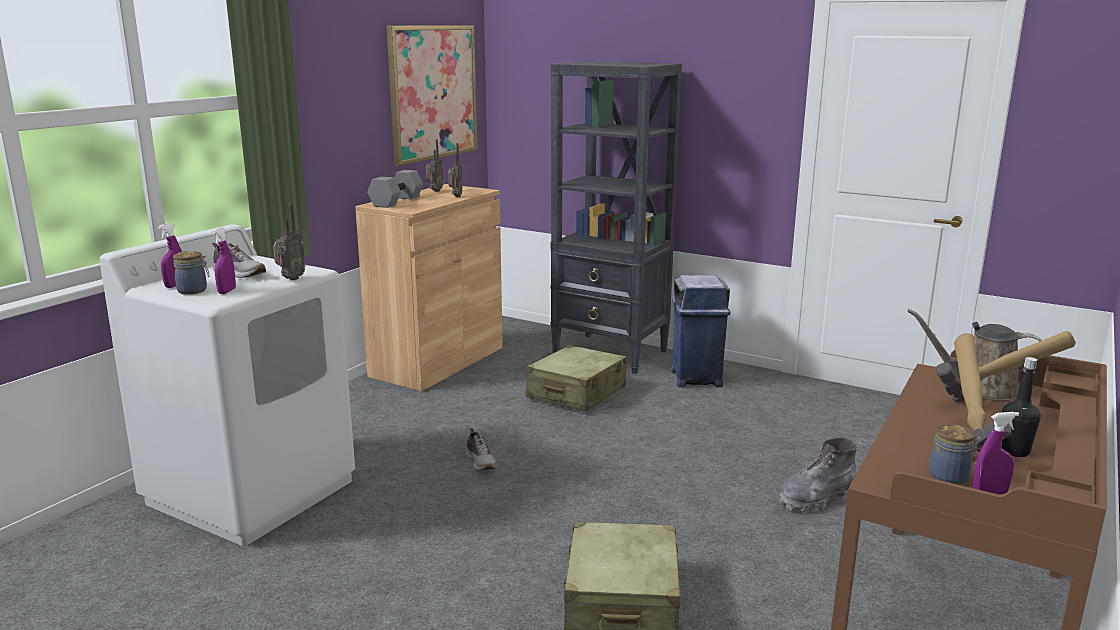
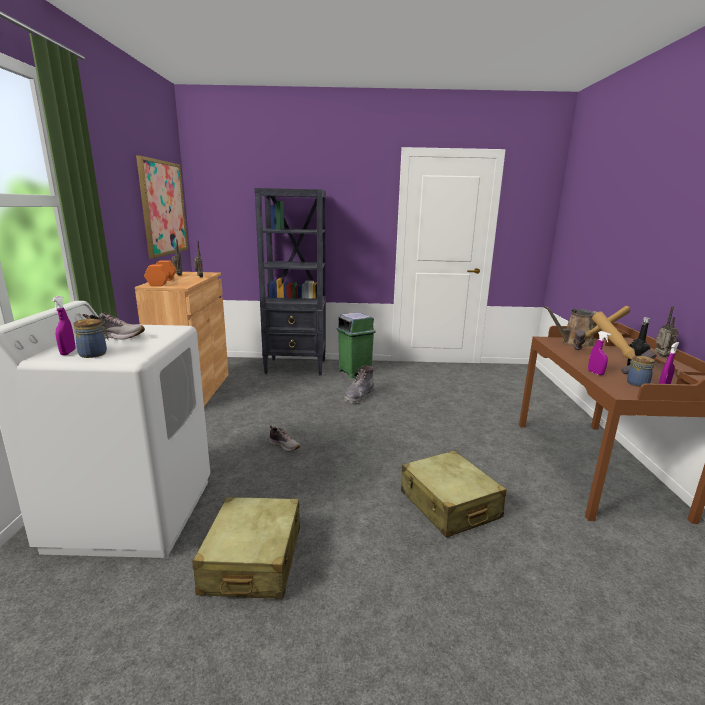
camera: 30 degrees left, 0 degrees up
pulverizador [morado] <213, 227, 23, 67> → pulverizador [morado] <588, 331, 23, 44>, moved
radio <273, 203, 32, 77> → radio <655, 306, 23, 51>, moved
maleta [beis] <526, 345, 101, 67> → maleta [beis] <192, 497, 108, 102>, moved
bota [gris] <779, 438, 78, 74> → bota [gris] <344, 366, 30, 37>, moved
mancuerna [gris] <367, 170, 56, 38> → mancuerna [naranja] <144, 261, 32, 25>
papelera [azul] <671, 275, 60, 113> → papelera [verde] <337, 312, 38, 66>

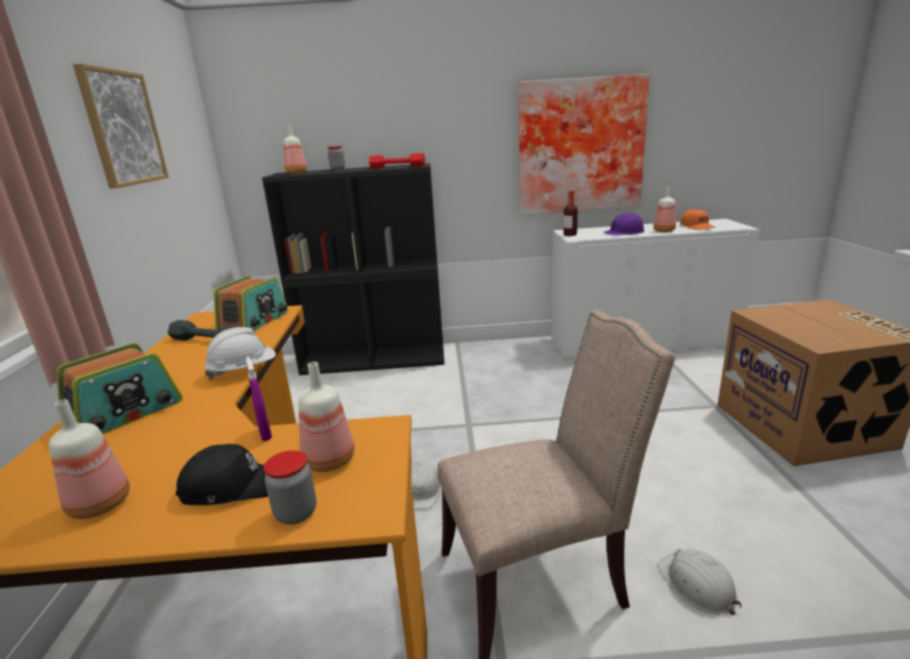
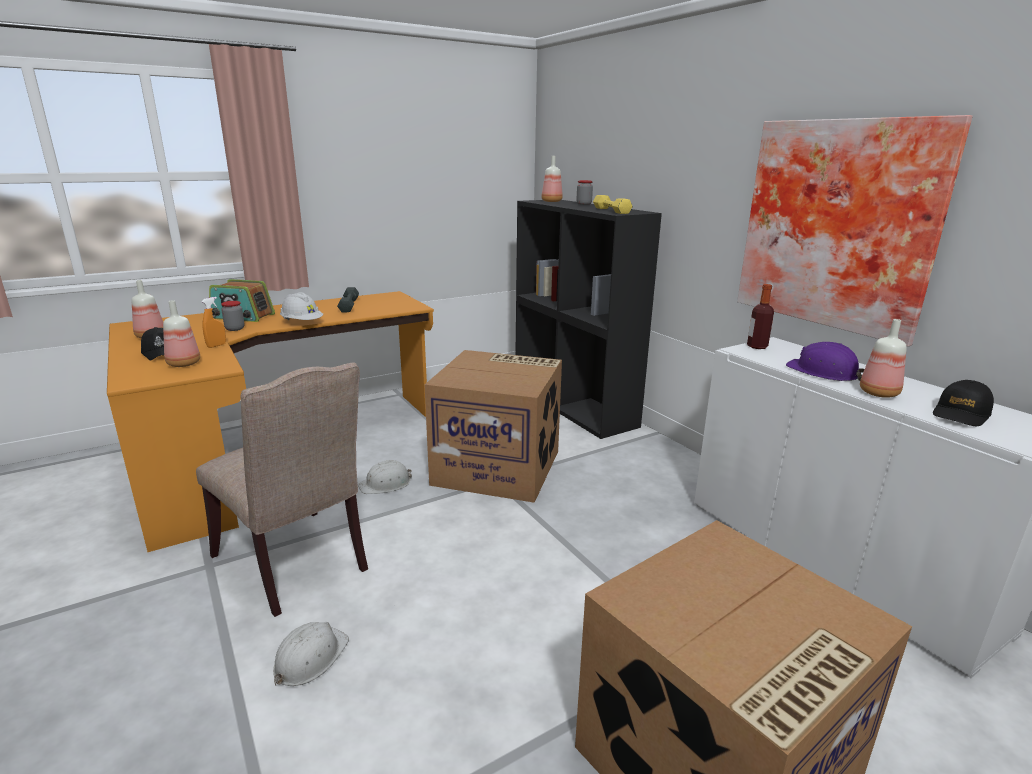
camera: 60 degrees right, 0 degrees up
cuadro <73, 64, 96, 125> → -
radio <213, 276, 75, 55> → -
- → caja de cartón <425, 350, 137, 153>
tarro <264, 451, 52, 73> → tarro <221, 301, 24, 30>, moved
pulverizador [morado] <246, 357, 26, 84> → pulverizador [naranja] <202, 297, 24, 51>
mancuerna [rojo] <369, 153, 56, 15> → mancuerna [amarillo] <593, 195, 40, 19>
gorra [naranja] <680, 209, 35, 21> → gorra [negro] <933, 380, 61, 46>

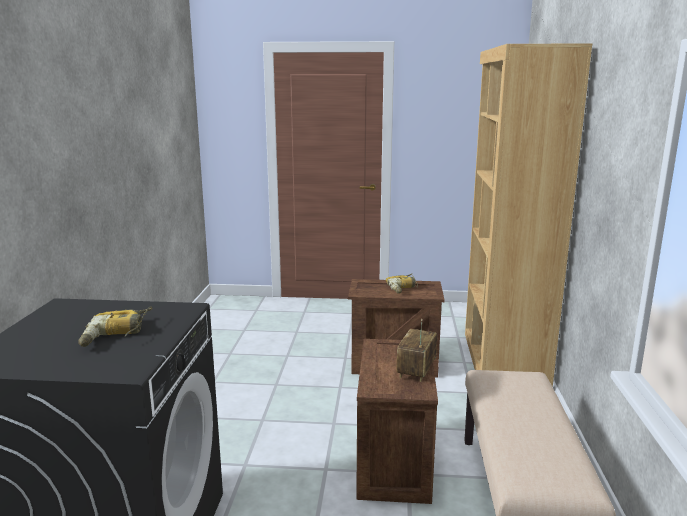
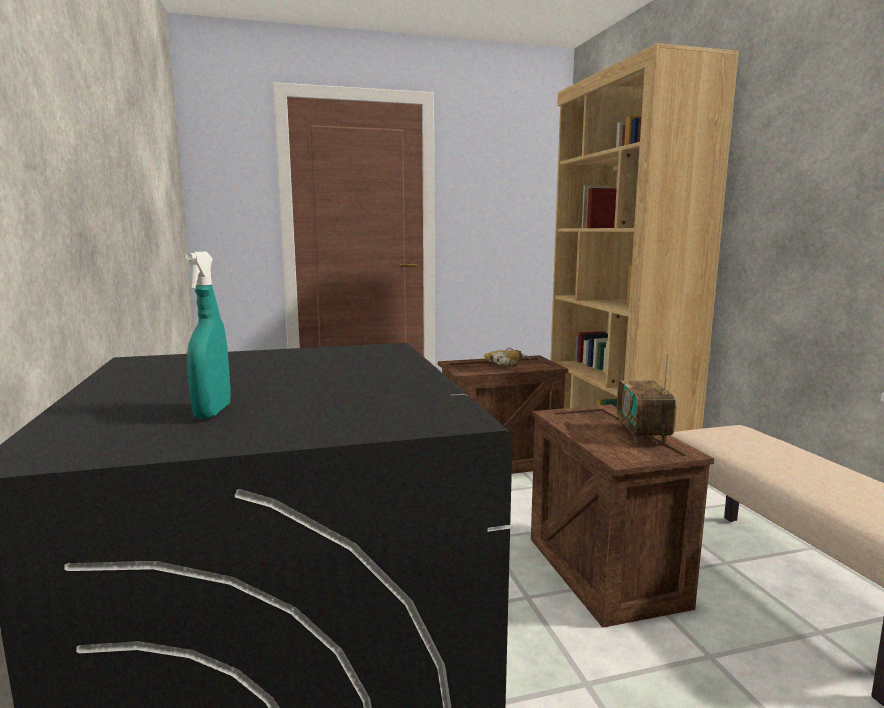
camera: 20 degrees left, 5 degrees down
taladro <78, 307, 75, 40> → -
- → pulverizador [turquesa] <185, 252, 45, 166>

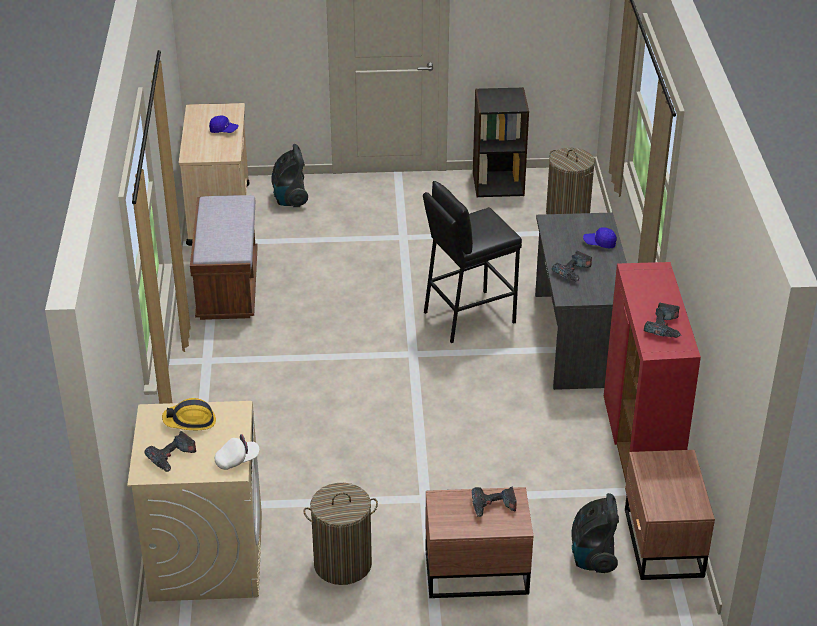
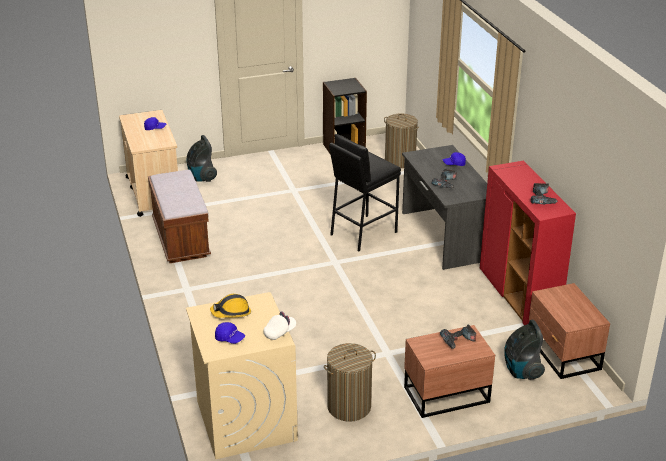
camera: 15 degrees left, 5 degrees down
taladro <144, 431, 52, 41> → gorra [azul] <215, 322, 30, 22>

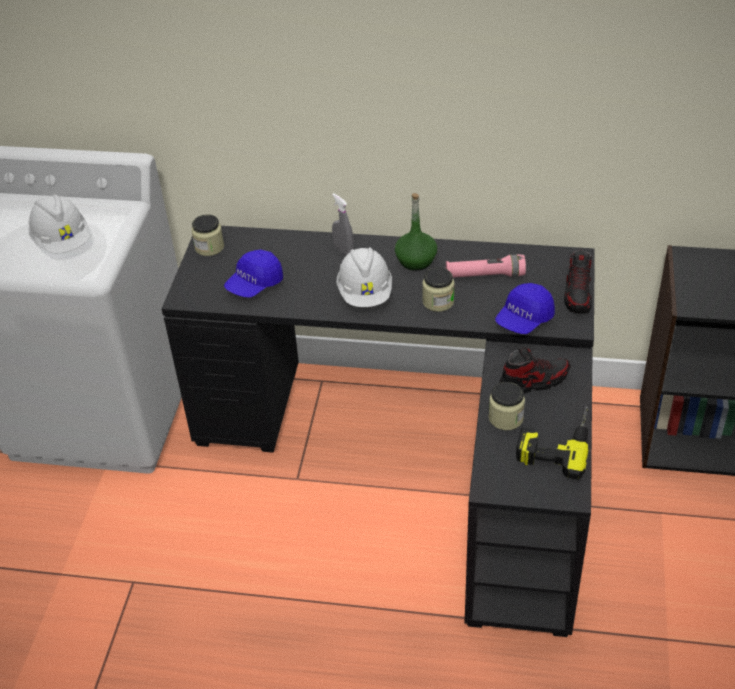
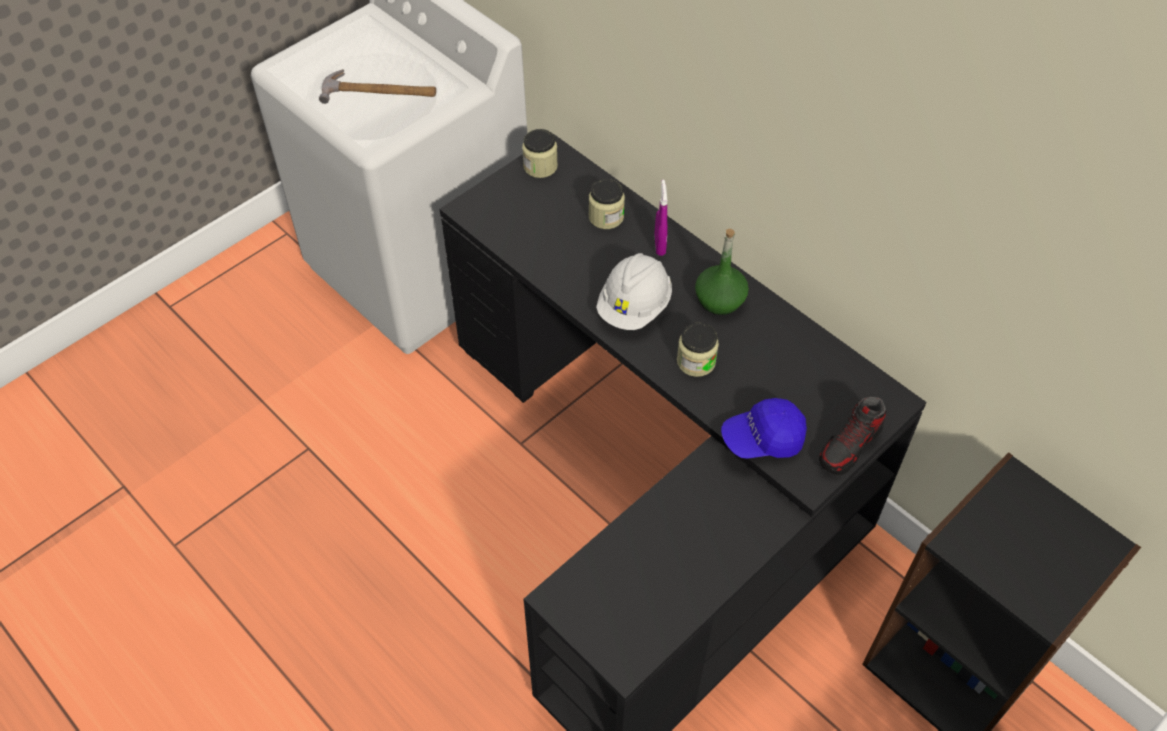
camera: 35 degrees right, 10 degrees up
gorra [azul] <224, 250, 59, 48> → -
linterna [rosa] <446, 254, 80, 24> → -
zapato <499, 347, 72, 47> → -
taladro <516, 406, 72, 73> → -
tarro <489, 382, 36, 48> → tarro <589, 179, 36, 50>, moved
casco [blanco] <29, 194, 61, 59> → martillo <319, 69, 117, 35>
pulverizador [gris] <332, 193, 22, 63> → pulverizador [morado] <655, 180, 13, 76>

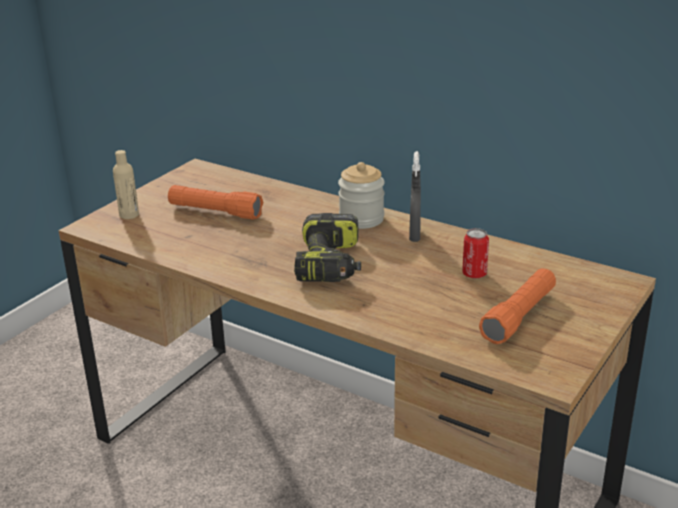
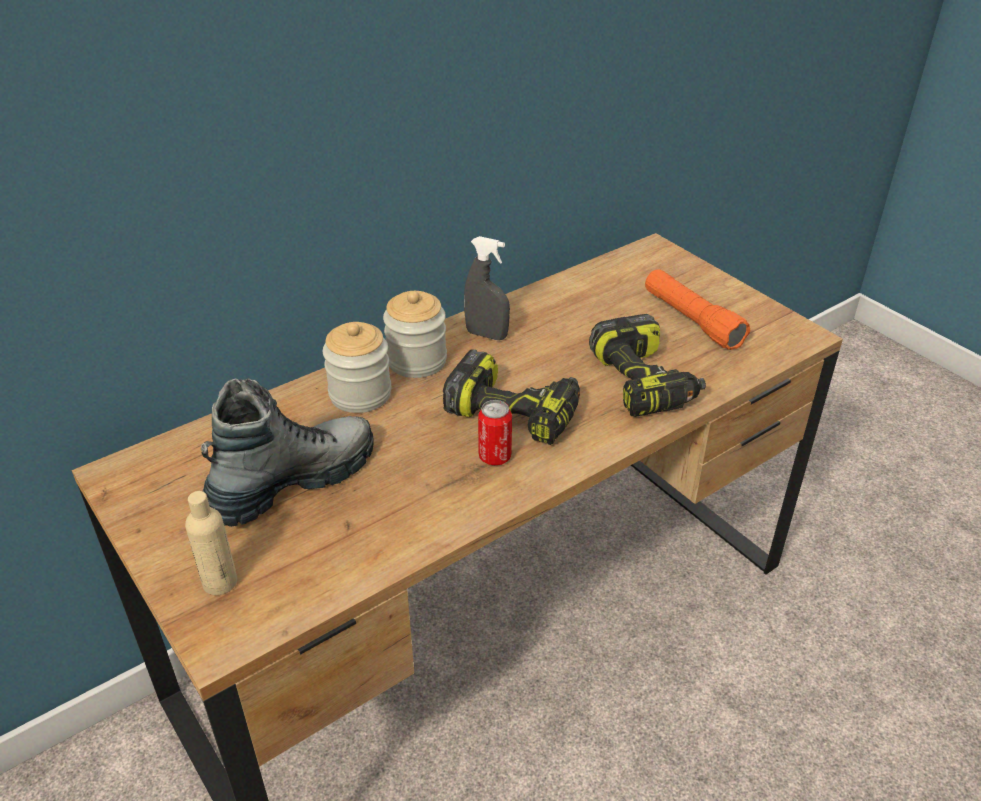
camera: 70 degrees left, 10 degrees up
- → tarro <323, 322, 68, 91>
- → taladro <589, 314, 117, 103>
lata <462, 228, 27, 51> → lata <478, 400, 34, 65>, moved
linterna [naranja] <168, 185, 95, 35> → bota <201, 378, 173, 149>

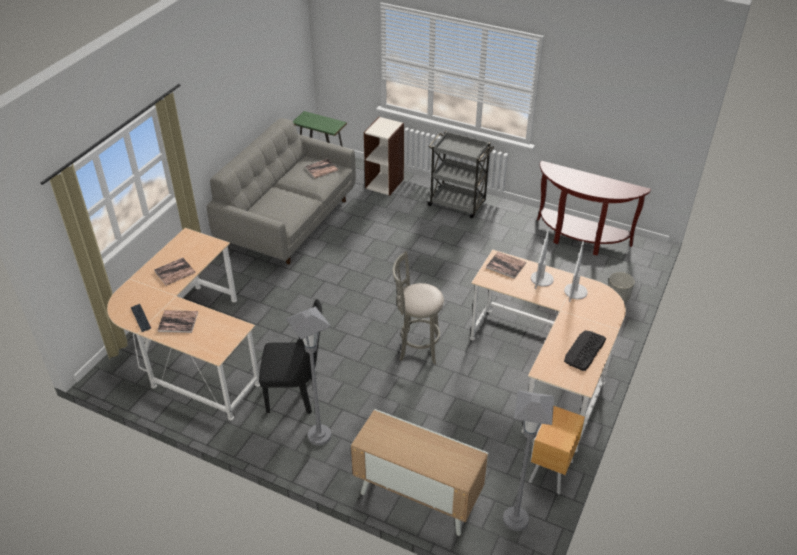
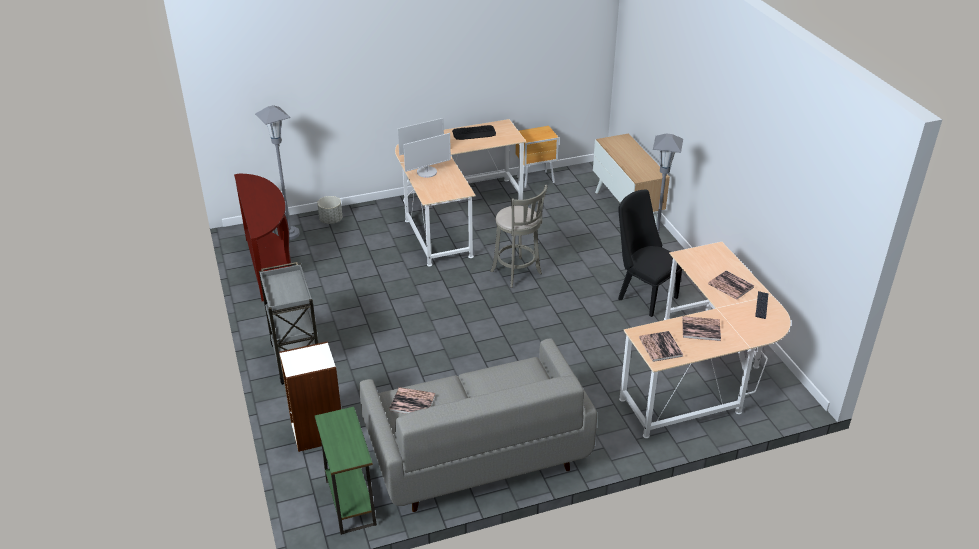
camera: 135 degrees left, 5 degrees down
libro <486, 252, 40, 27> → libro <639, 331, 44, 31>, moved
lámpara de pie [gris] <503, 391, 51, 140> → lámpara de pie [gris] <255, 105, 45, 135>, moved

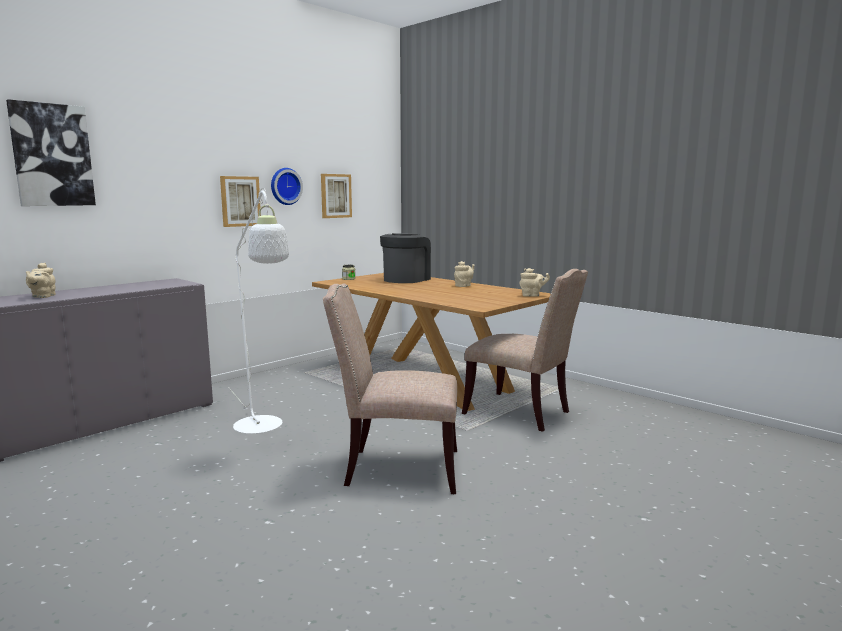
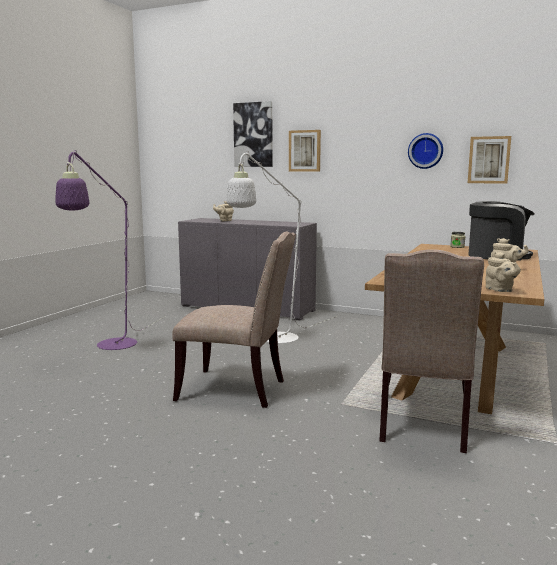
camera: 70 degrees right, 0 degrees up
- → lámpara de pie [morado] <55, 150, 110, 200>
cuadro <220, 176, 41, 51> → cuadro <289, 130, 32, 41>, moved
silla [beis] <323, 284, 134, 210> → silla [beis] <172, 232, 124, 176>, 120 degrees clockwise

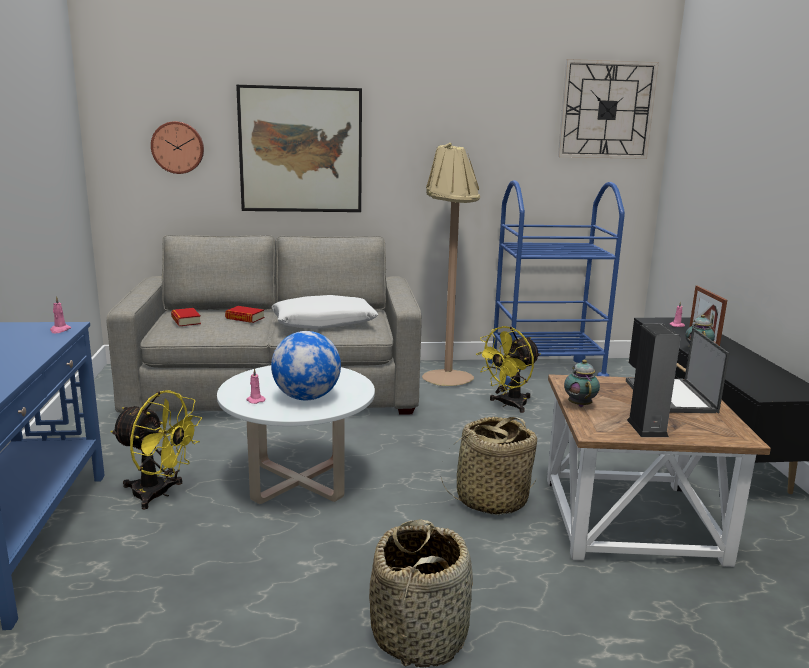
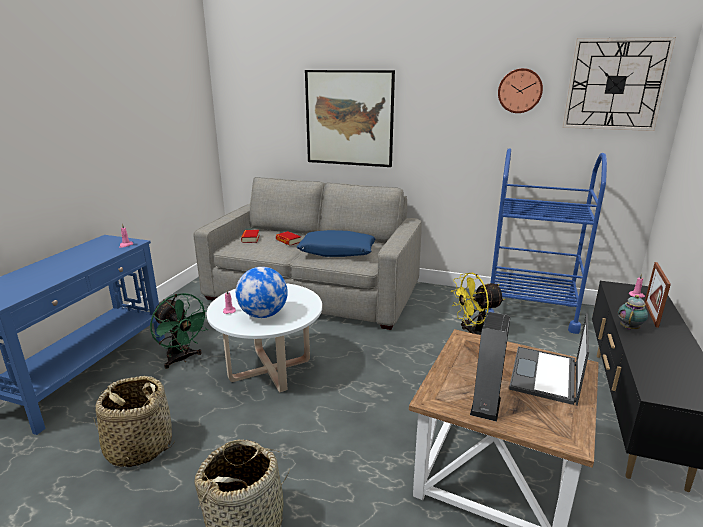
camera: 25 degrees right, 5 degrees up
lámpara de pie [beis] <422, 143, 58, 243> → -
tetera <564, 360, 36, 47> → -
reloj de pared <151, 121, 53, 53> → reloj de pared <498, 68, 45, 45>, moved
cesta <441, 417, 96, 98> → cesta <93, 376, 82, 91>, moved
ventilador [amarillo] <110, 390, 92, 120> → ventilador [verde] <150, 293, 58, 76>
cojín [blanco] <272, 295, 106, 35> → cojín [azul] <297, 230, 78, 27>

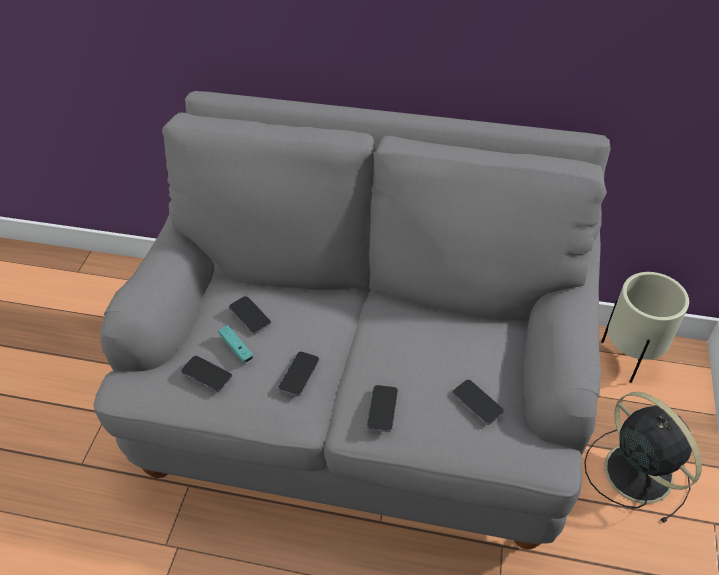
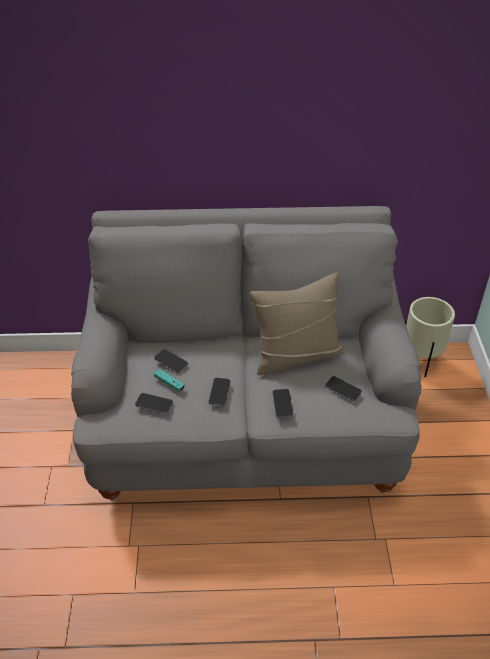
camera: 15 degrees left, 5 degrees down
ventilador [negro] <584, 392, 118, 131> → -
- → cojín [beis] <249, 272, 96, 103>

